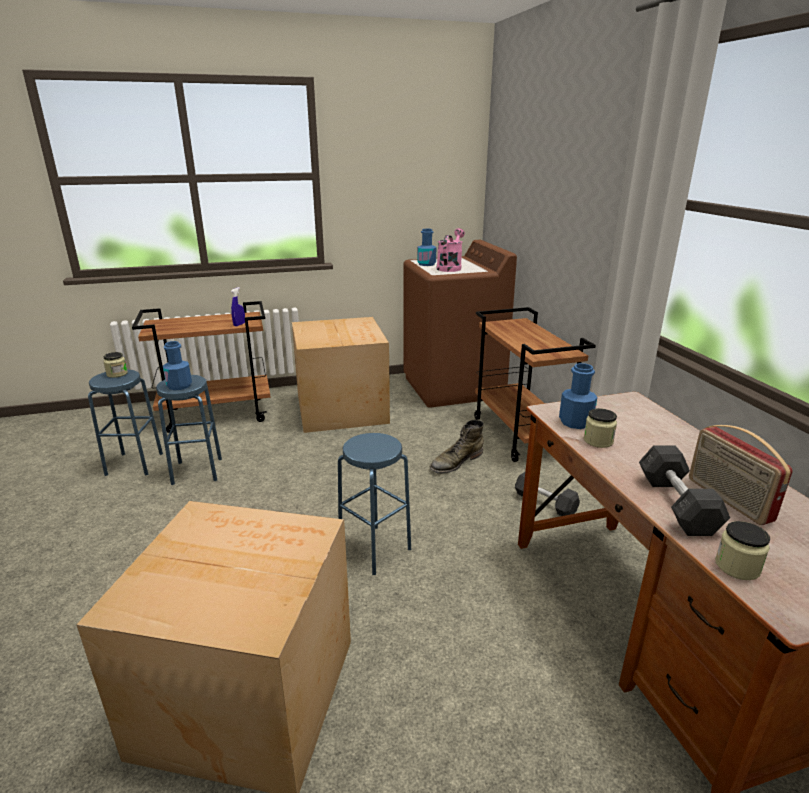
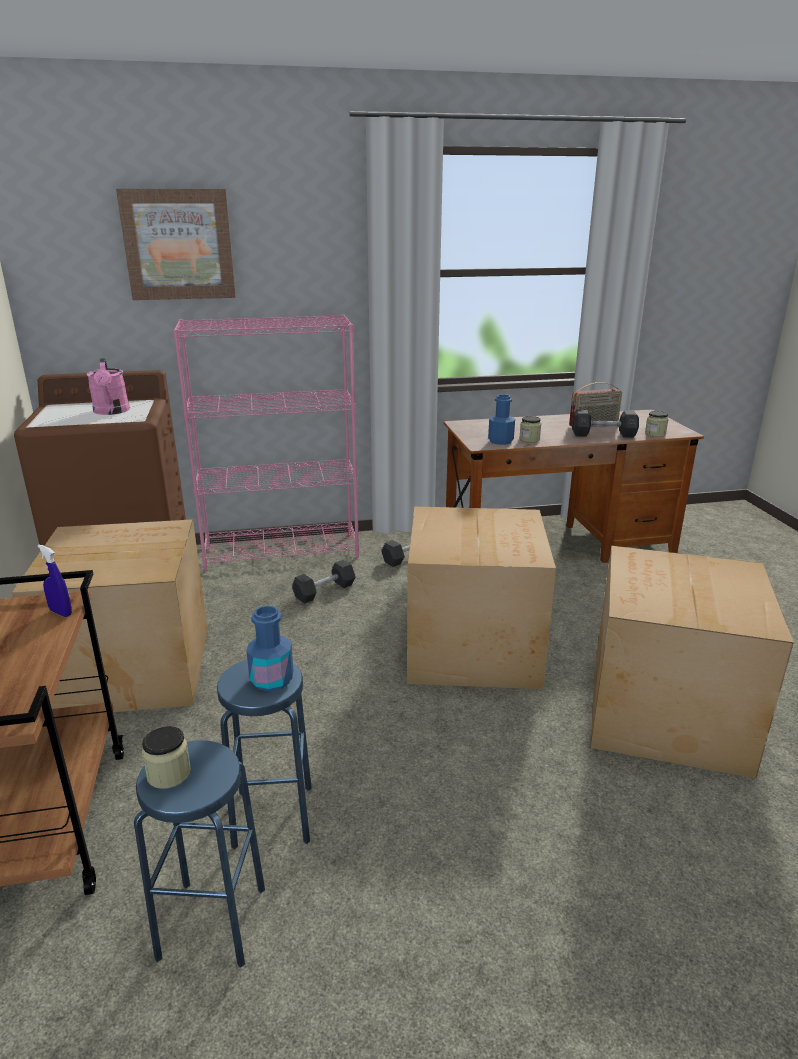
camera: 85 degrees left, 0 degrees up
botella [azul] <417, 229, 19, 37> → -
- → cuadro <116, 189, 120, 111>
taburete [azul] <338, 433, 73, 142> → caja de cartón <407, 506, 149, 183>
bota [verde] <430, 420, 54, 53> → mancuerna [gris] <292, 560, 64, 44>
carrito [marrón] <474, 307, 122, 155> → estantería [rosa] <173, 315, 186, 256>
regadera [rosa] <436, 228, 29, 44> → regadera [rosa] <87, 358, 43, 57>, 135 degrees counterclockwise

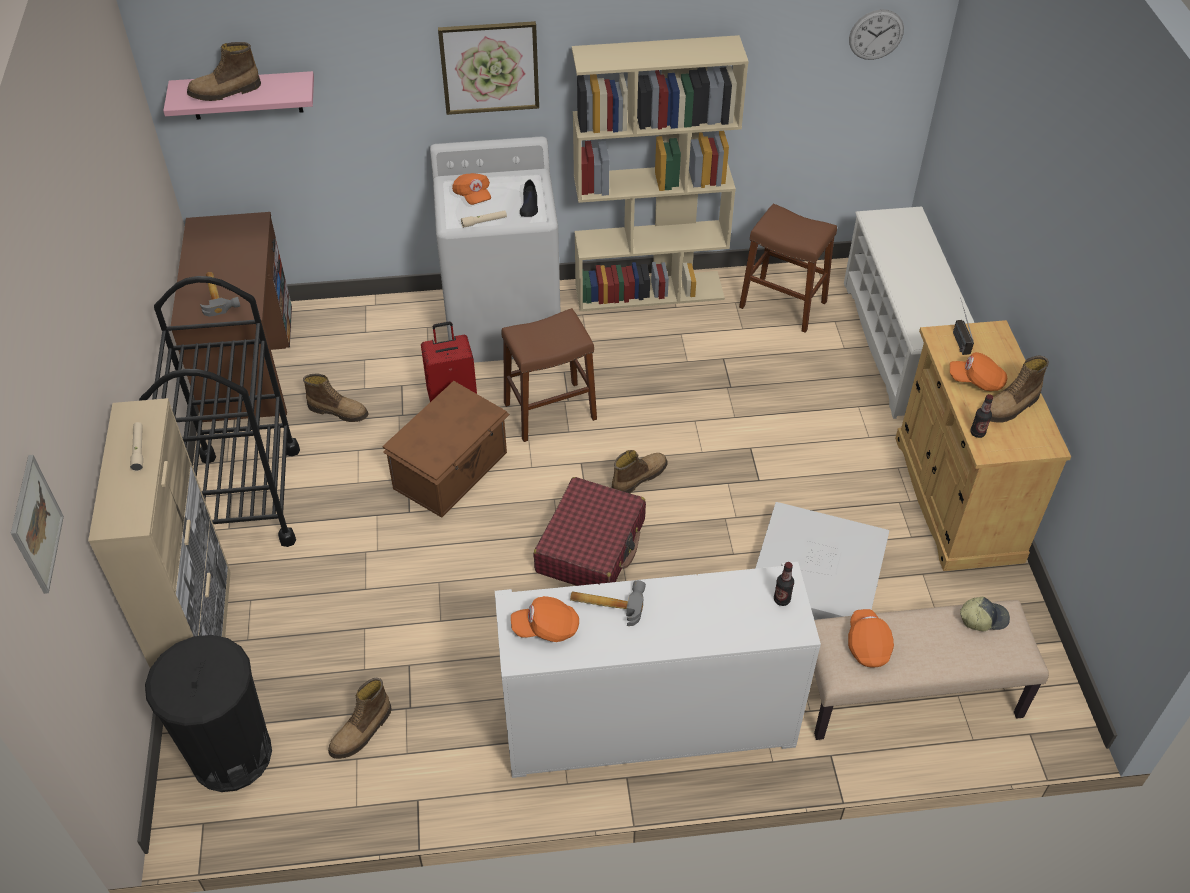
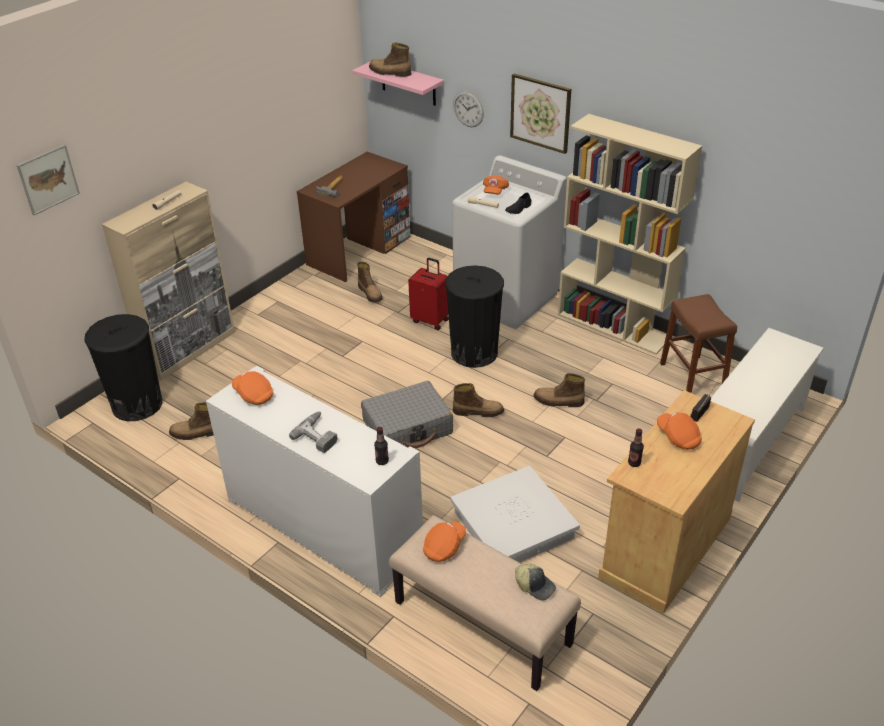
camera: 45 degrees right, 10 degrees down
carrito [negro] <139, 276, 161, 271> → -
caja de almacenaje [marrón] <382, 381, 128, 137> → -
martillo <570, 580, 76, 46> → -
- → taladro <289, 411, 49, 42>
reloj de pared <849, 9, 55, 51> → reloj de pared <453, 91, 31, 36>, moved
bota <990, 356, 59, 67> → bota <533, 373, 52, 34>, moved
taburete [marrón] <501, 308, 96, 134> → papelera [negro] <445, 265, 59, 103>
maleta [rojo] <534, 477, 112, 109> → maleta [gris] <361, 381, 92, 67>

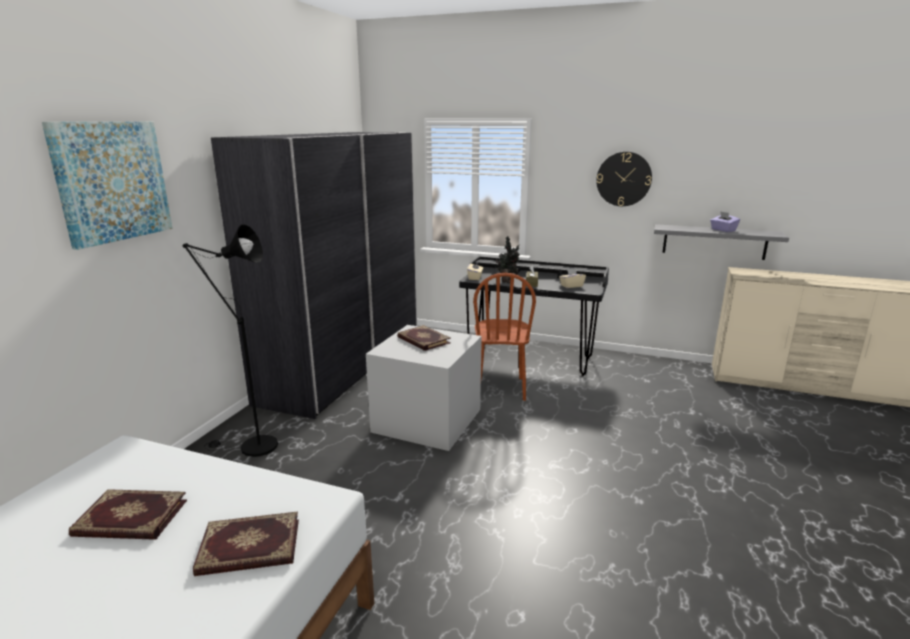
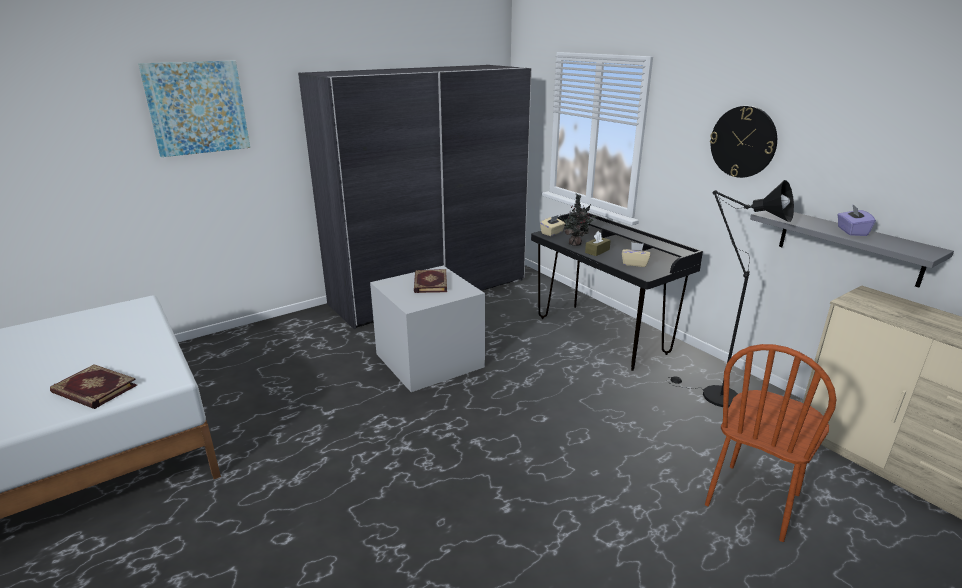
camera: 35 degrees right, 5 degrees up
libro <69, 489, 118, 51> → -
lámpara de pie [negro] <182, 224, 96, 233> → lámpara de pie [negro] <666, 180, 128, 228>, moved
silla [marrón] <473, 273, 63, 128> → silla [marrón] <705, 344, 132, 198>, moved

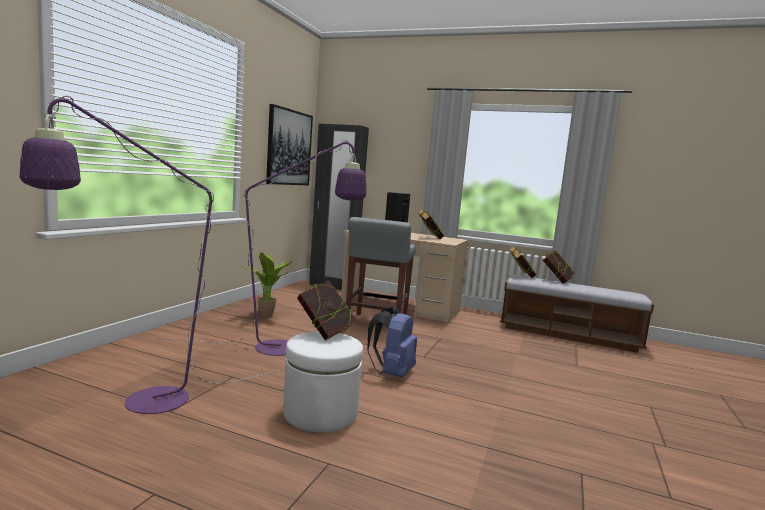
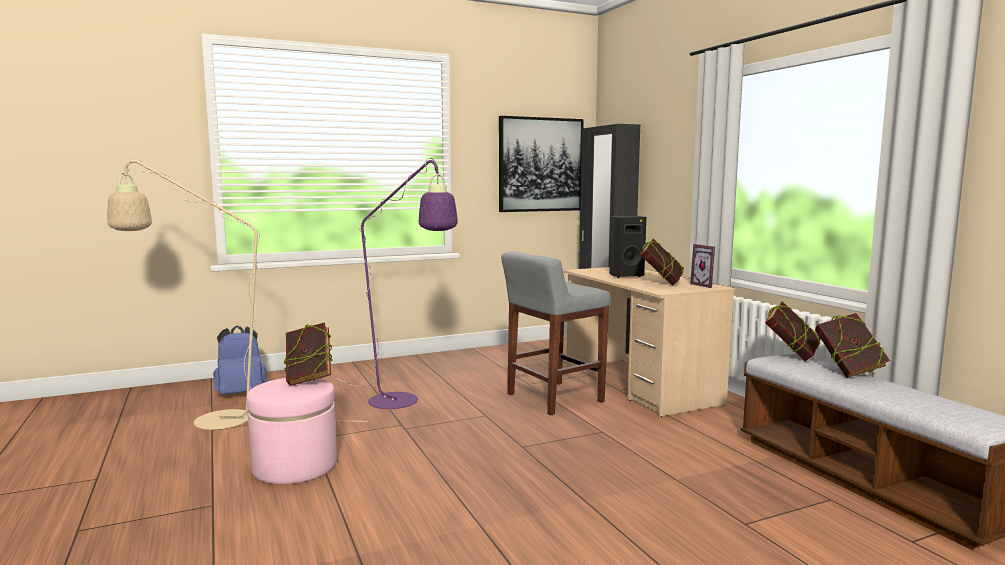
camera: 45 degrees right, 0 degrees up
planta en maceta <242, 252, 50, 65> → -
- → portarretratos <690, 244, 25, 44>
mochila [azul] <367, 307, 50, 70> → mochila [azul] <213, 326, 54, 69>, moved
lámpara de pie [morado] <20, 96, 265, 318> → lámpara de pie [beis] <107, 157, 261, 273>
puf [blanco] <283, 331, 80, 101> → puf [rosa] <246, 378, 91, 106>

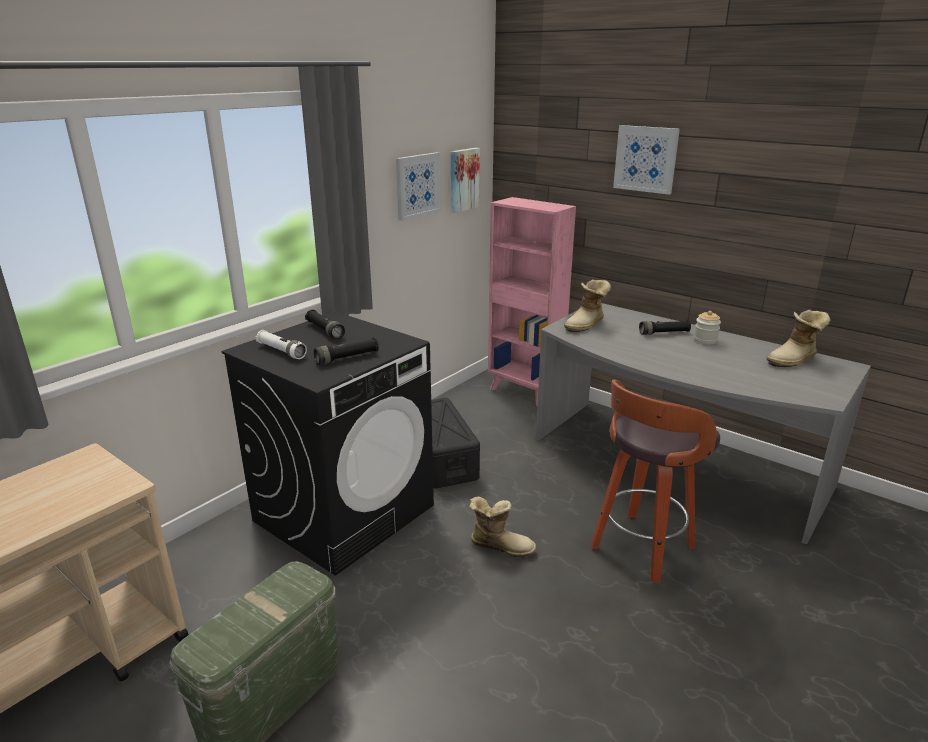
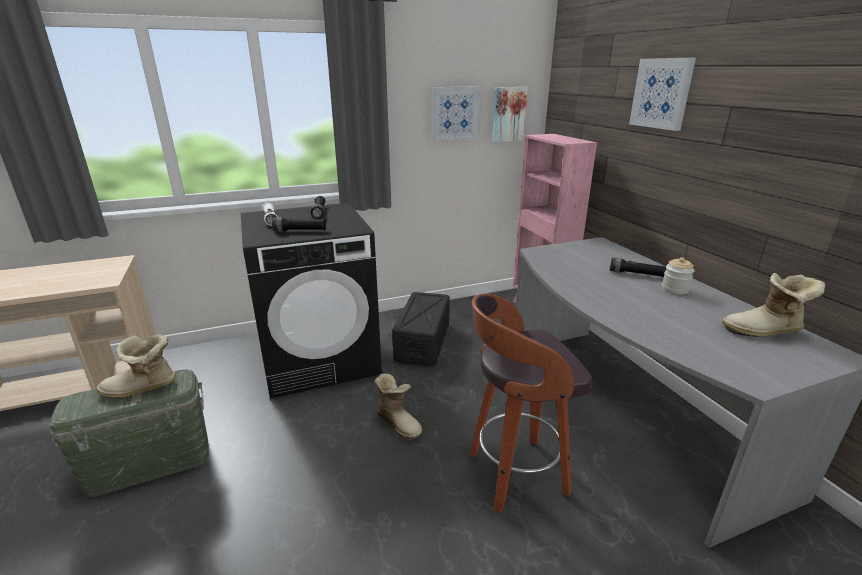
camera: 30 degrees right, 0 degrees up
bota <564, 279, 47, 53> → bota <97, 334, 79, 65>, moved

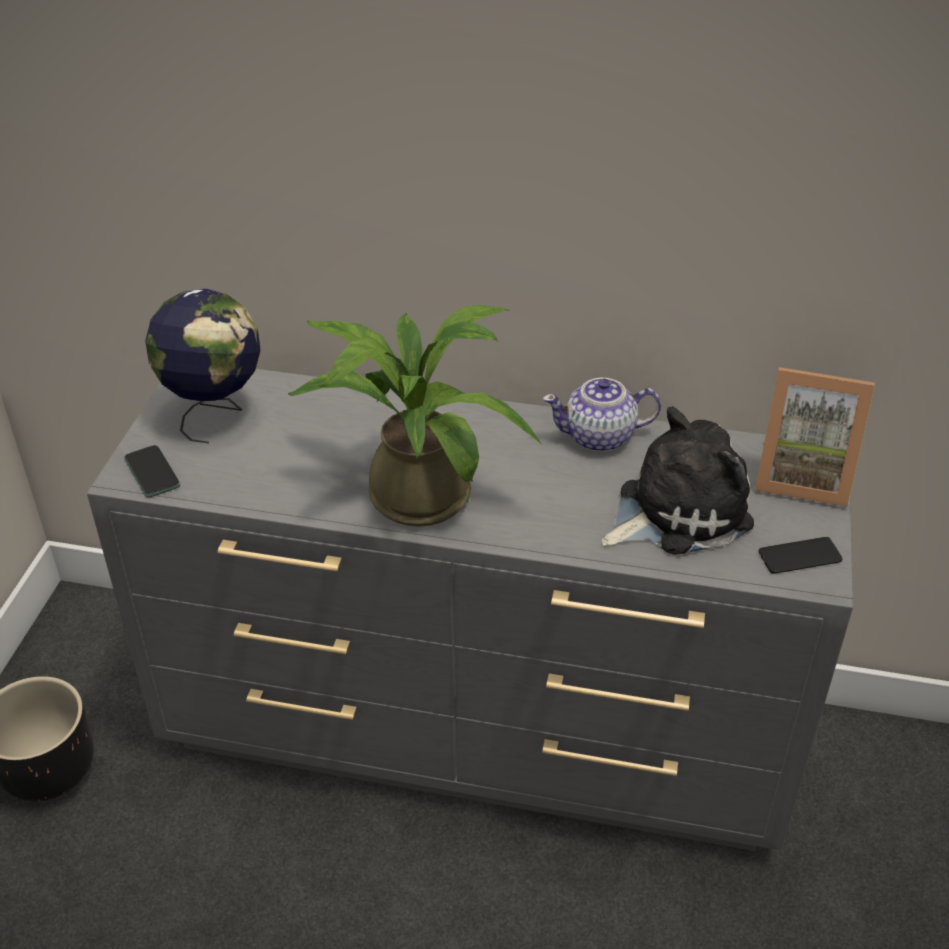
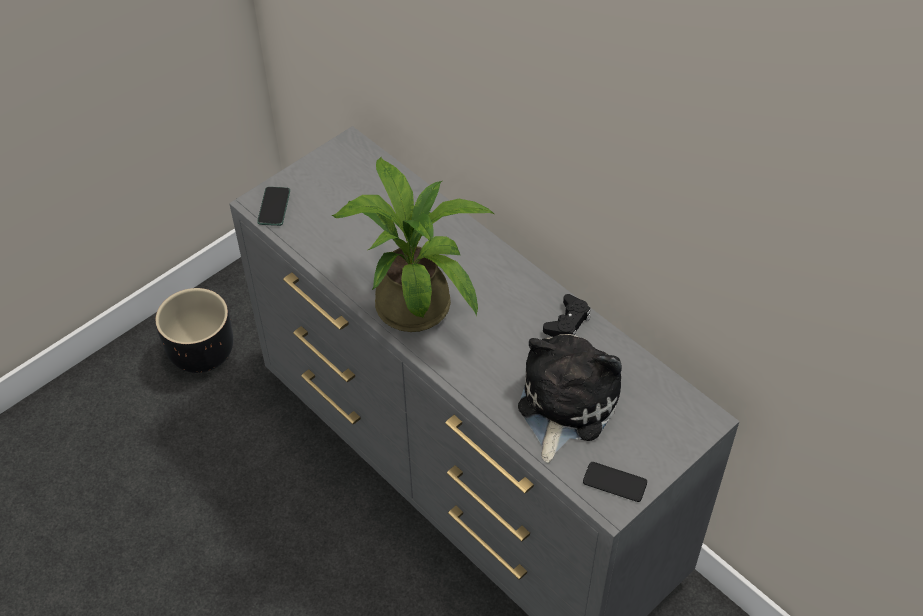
camera: 35 degrees right, 10 degrees up
globo terráqueo <145, 289, 116, 155> → -
portarretratos <755, 367, 120, 140> → -
tetera <542, 378, 119, 74> → mando de consola [negro] <543, 294, 47, 43>
peluche <602, 406, 152, 149> → peluche <518, 334, 104, 129>, 75 degrees counterclockwise

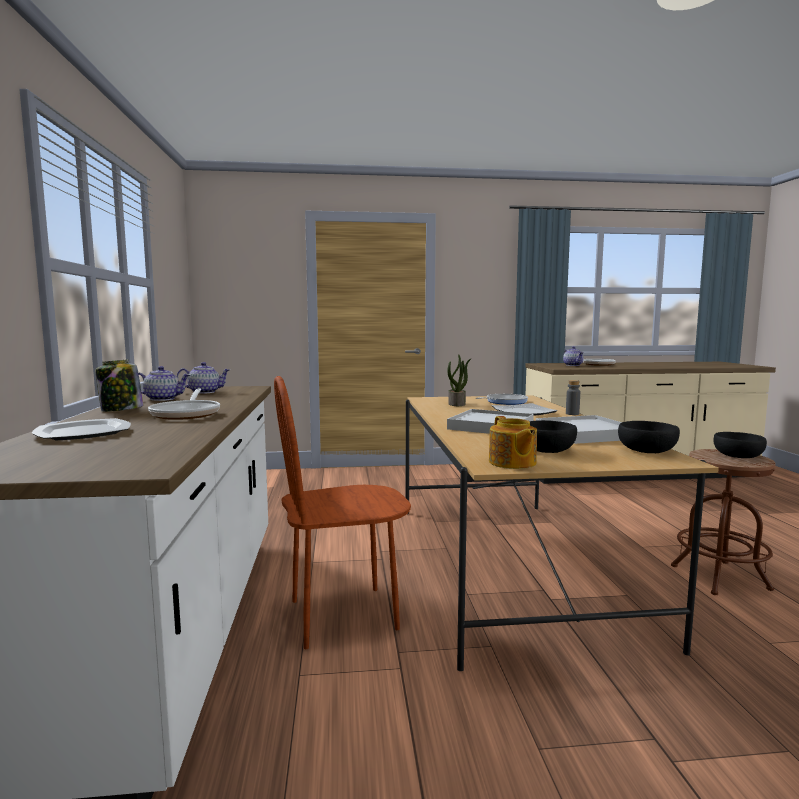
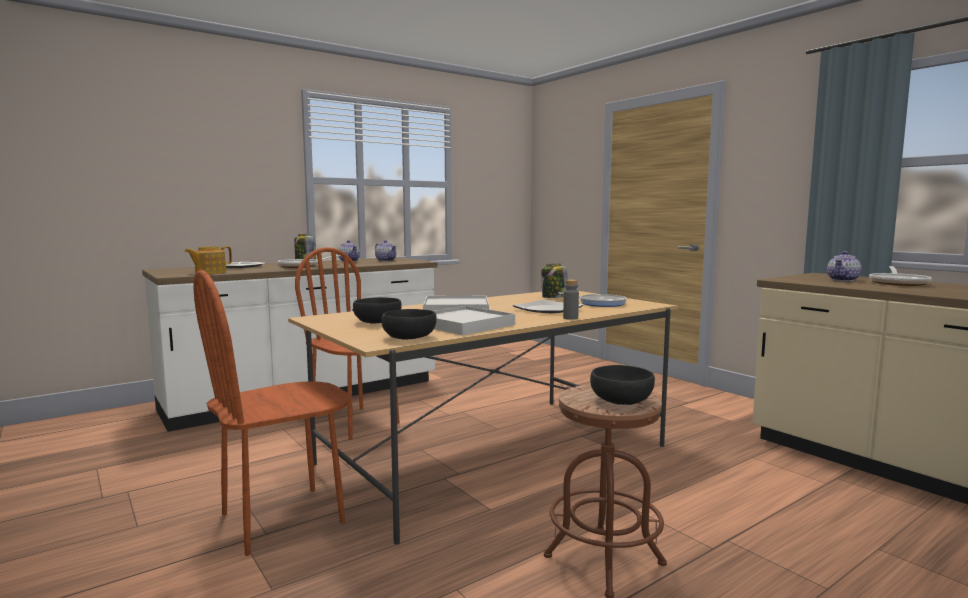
camera: 60 degrees right, 0 degrees up
- → silla [marrón] <194, 270, 157, 286>
tetera <489, 416, 48, 53> → tetera <184, 246, 48, 28>, moved
planta en maceta <448, 354, 24, 52> → tarro <541, 263, 27, 35>

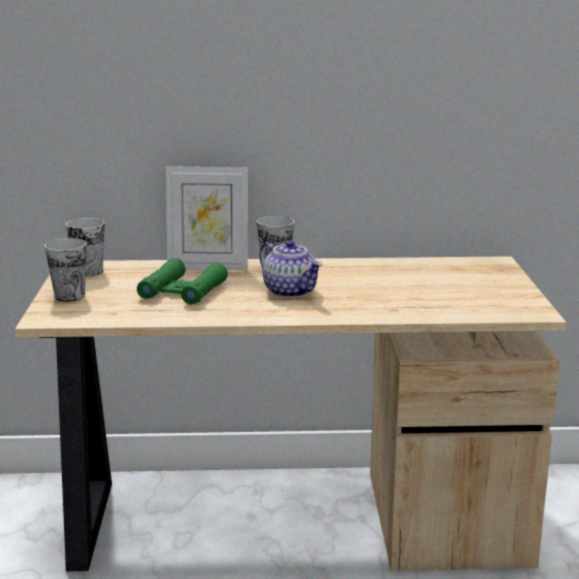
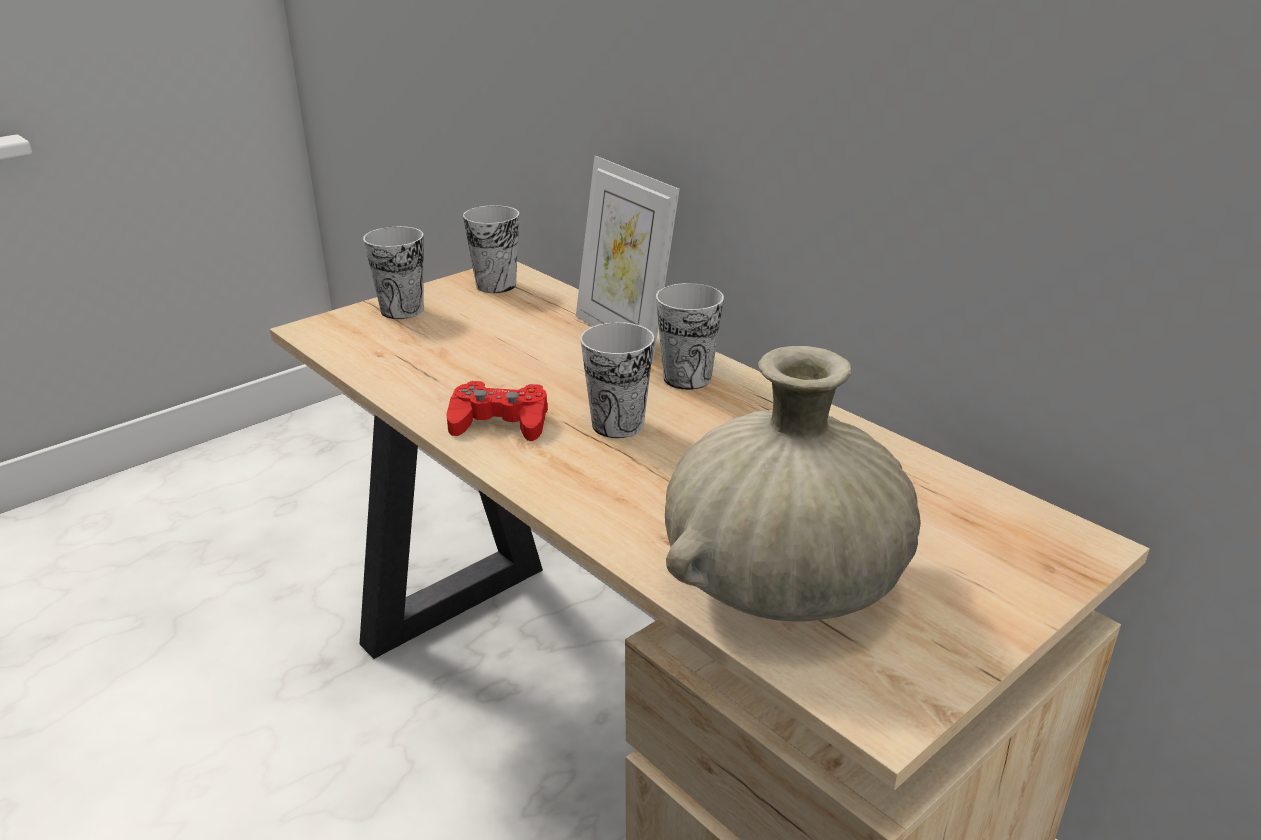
camera: 50 degrees right, 10 degrees up
prismáticos [verde] <137, 258, 91, 46> → -
- → mando de consola [rojo] <446, 381, 102, 60>
- → florero [beis] <665, 346, 256, 276>
tetera <259, 240, 63, 58> → taza <580, 322, 74, 116>

